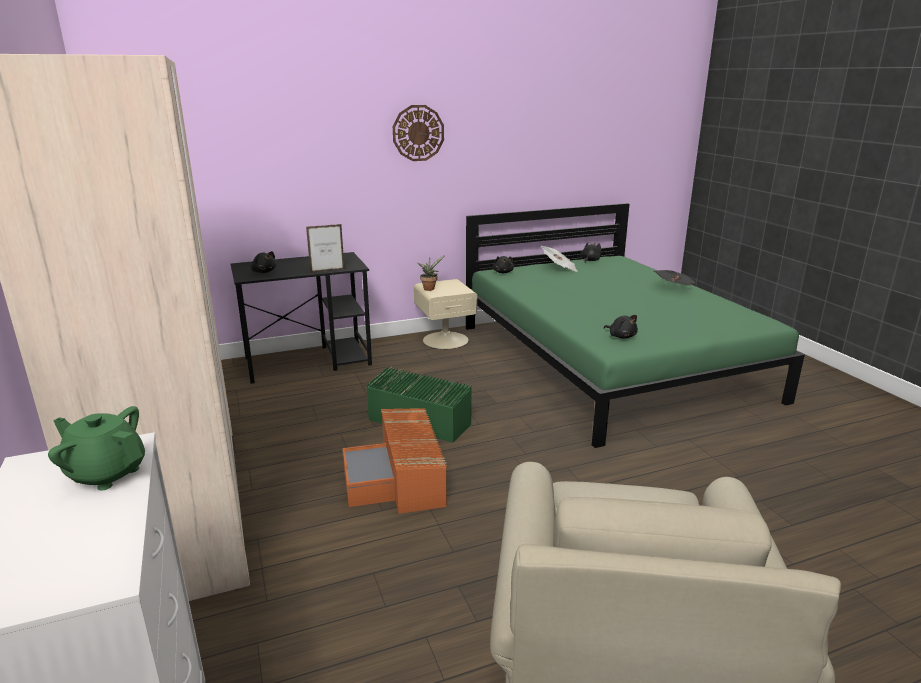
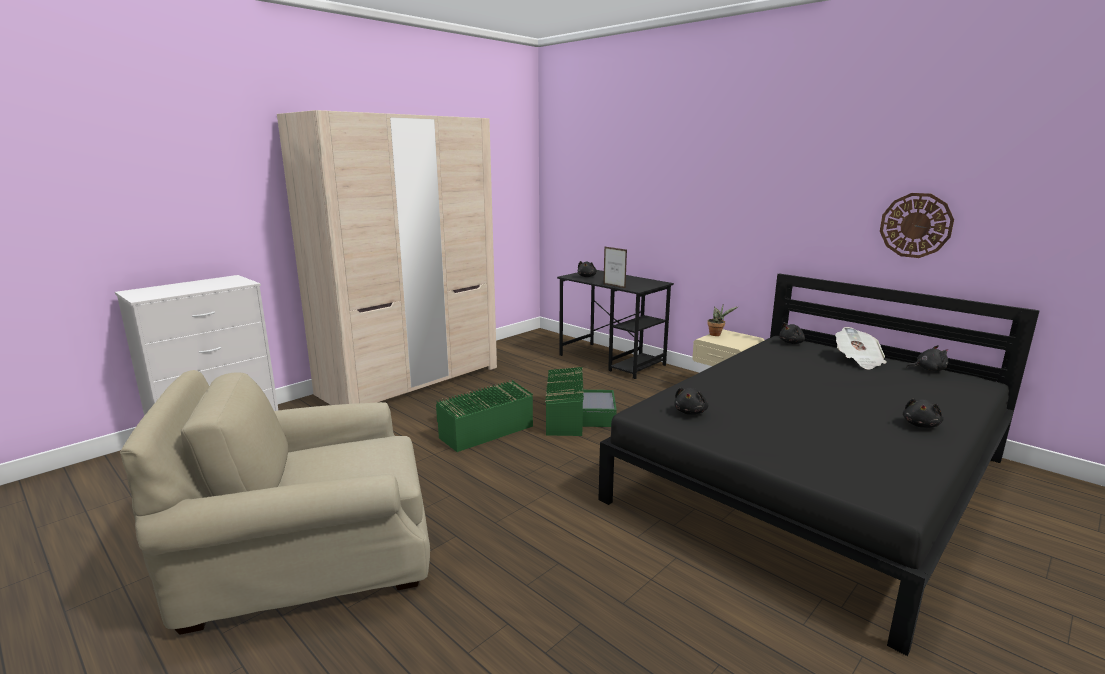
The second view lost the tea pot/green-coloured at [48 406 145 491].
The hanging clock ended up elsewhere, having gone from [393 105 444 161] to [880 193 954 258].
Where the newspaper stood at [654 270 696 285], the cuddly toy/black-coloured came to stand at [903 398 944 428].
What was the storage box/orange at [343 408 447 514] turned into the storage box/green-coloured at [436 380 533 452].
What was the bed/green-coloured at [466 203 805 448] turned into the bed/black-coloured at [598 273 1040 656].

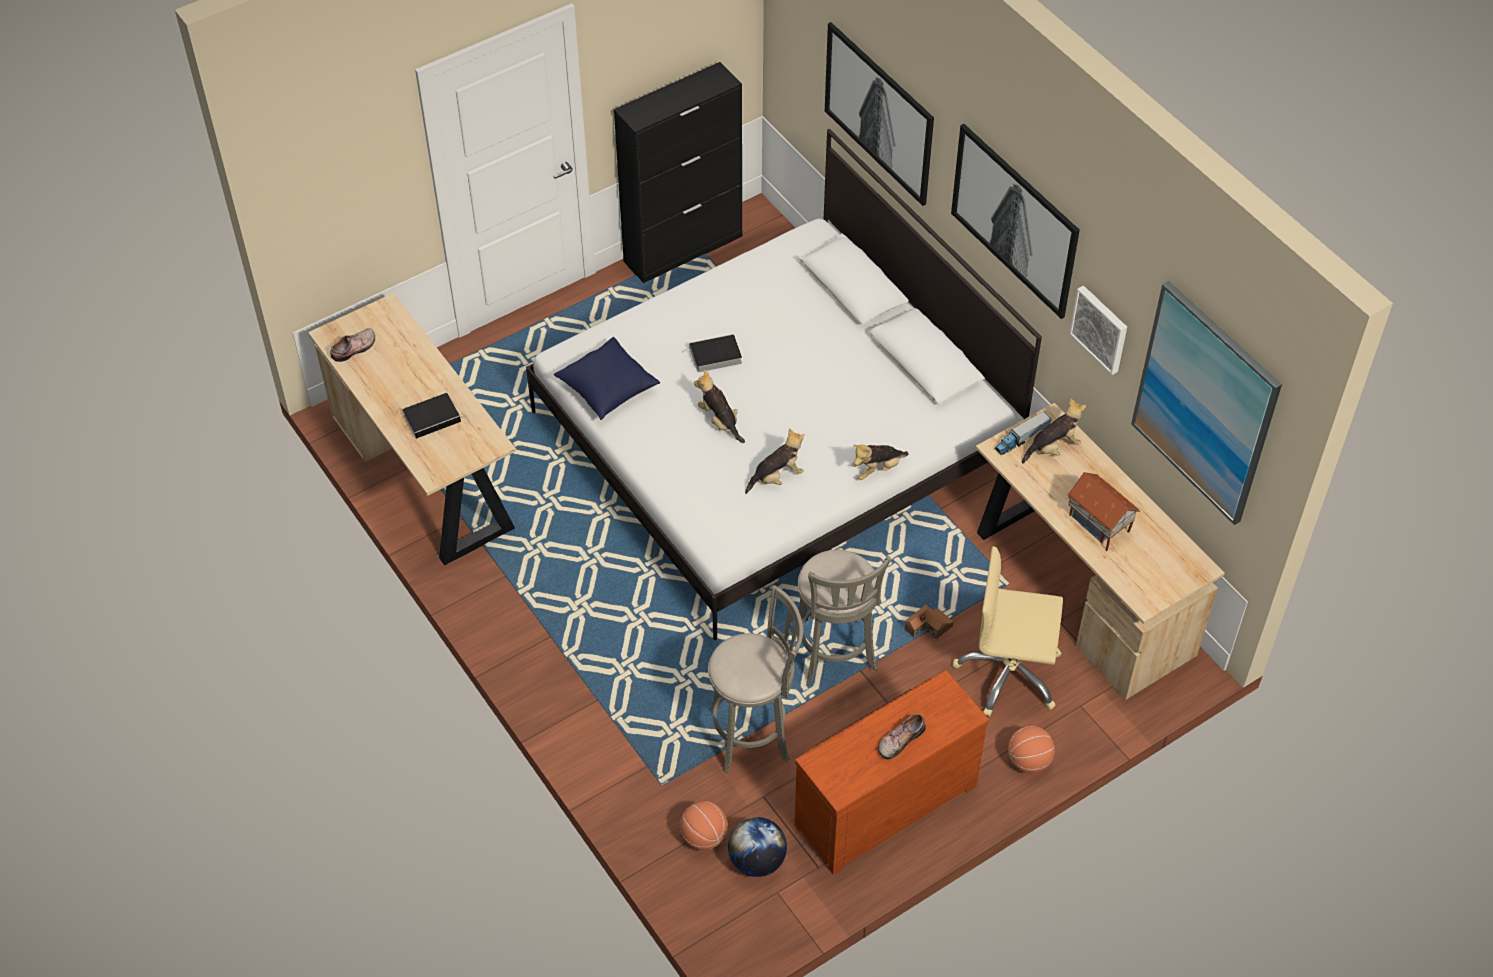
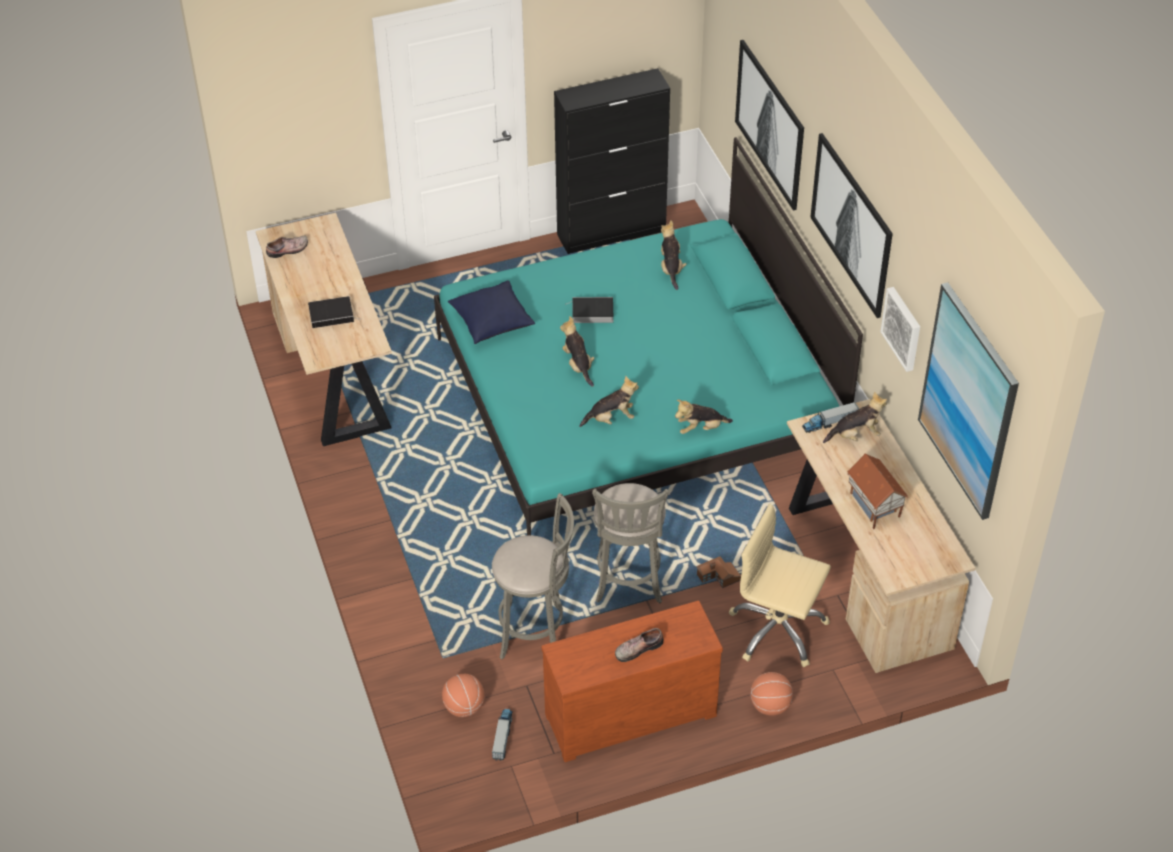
The second view gained the cuddly toy at [661 220 687 290].
Where the globe stood at [728 817 787 877], the toy truck came to stand at [492 709 513 761].
What was the bed/white at [526 129 1042 640] turned into the bed/blue-green at [434 137 863 535].

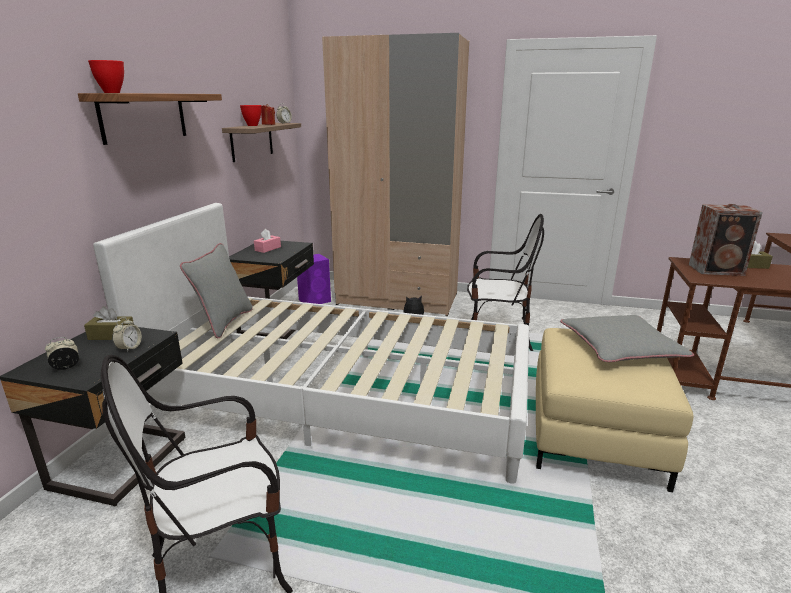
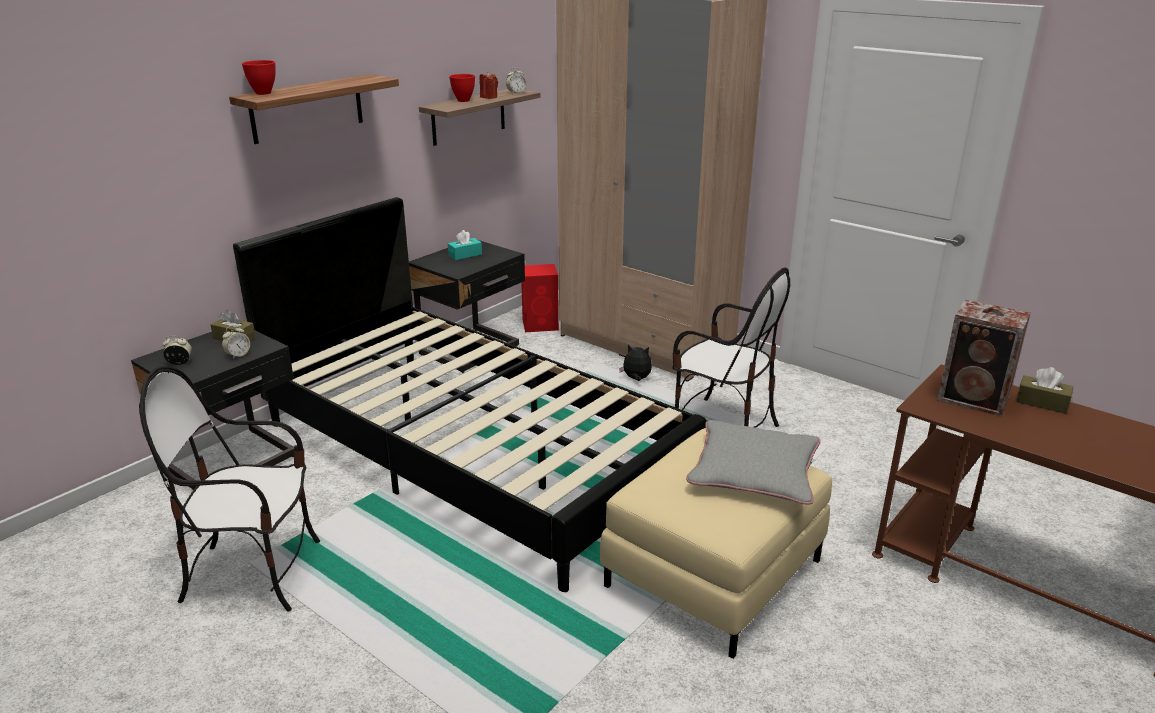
The second view lost the pillow/greyish at [180 243 253 338].
What was the bed/white at [93 203 529 484] turned into the bed/black-coloured at [233 197 706 592].
What was the box of tissues/pink at [254 229 281 253] turned into the box of tissues/blue-green at [448 230 482 260].
What was the speaker/purple-coloured at [297 254 331 304] turned into the speaker/red-coloured at [521 264 559 332].

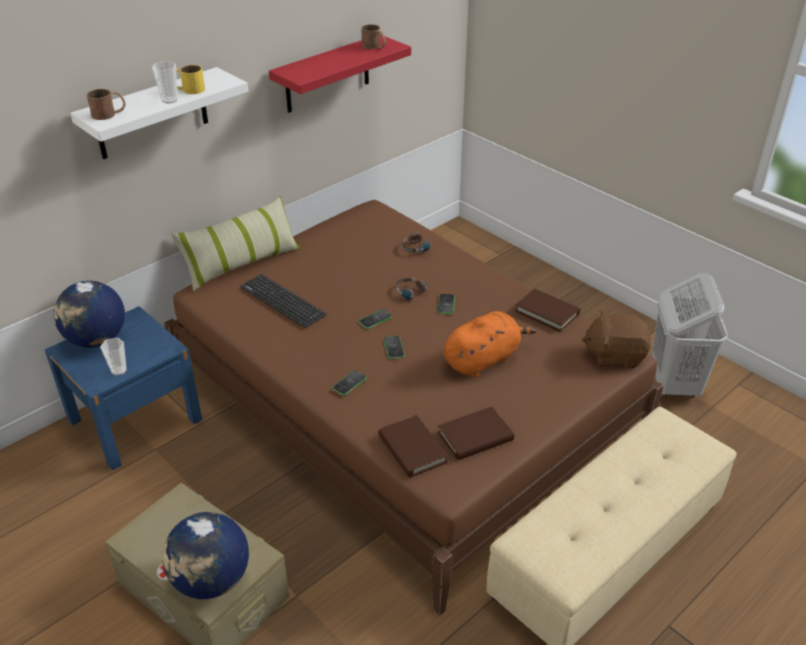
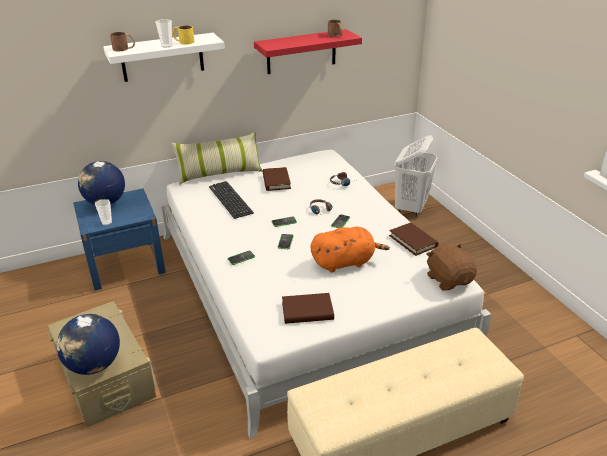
The book/brownish ended up elsewhere, having gone from [378 415 448 478] to [262 167 291 191].
The washing basket/white ended up elsewhere, having gone from [652 273 728 397] to [394 135 437 215].
What was the bed/brownish at [164 200 664 615] turned into the bed/white at [160 150 491 439].
The cuddly toy/brownish at [582 310 650 369] ended up facing another way, 45 degrees clockwise from before.

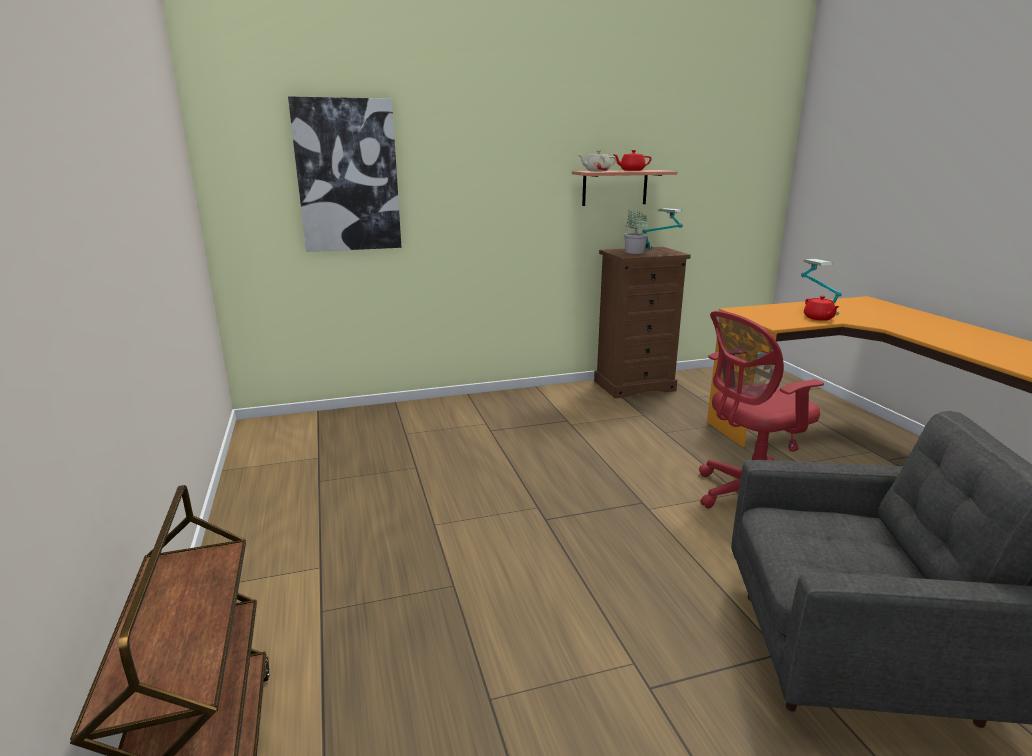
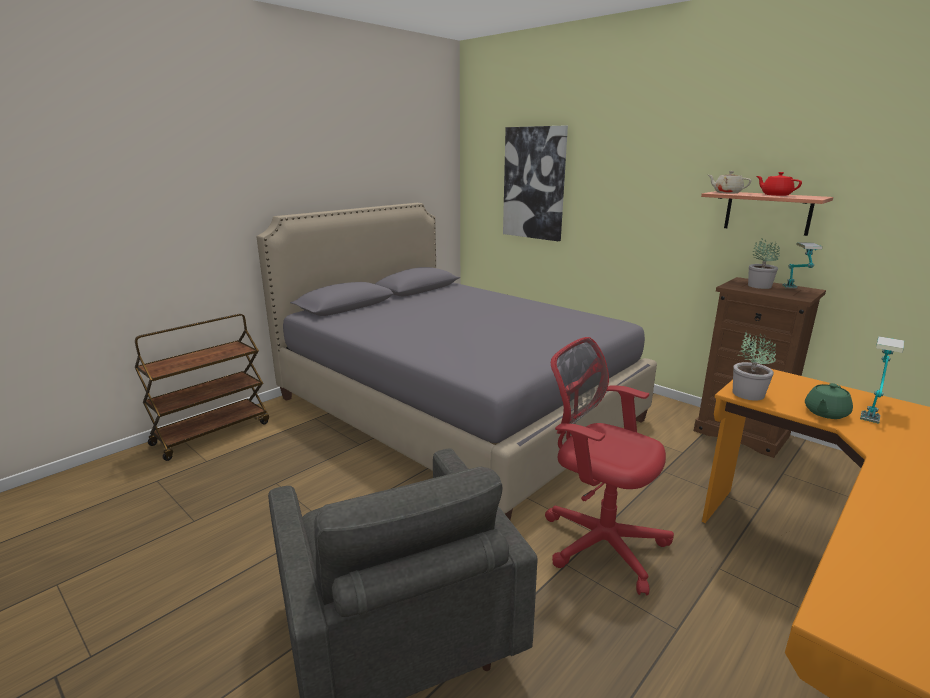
The second view gained the bed/greyish at [257 203 657 520].
The second view gained the houseplant at [733 332 776 400].
What was the tea pot/red-coloured at [804 296 840 321] turned into the tea pot/green-coloured at [805 383 853 419].

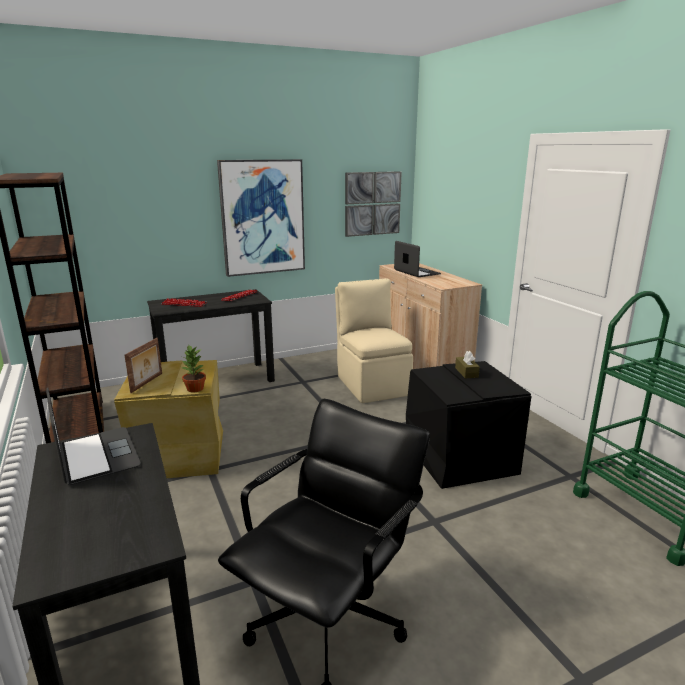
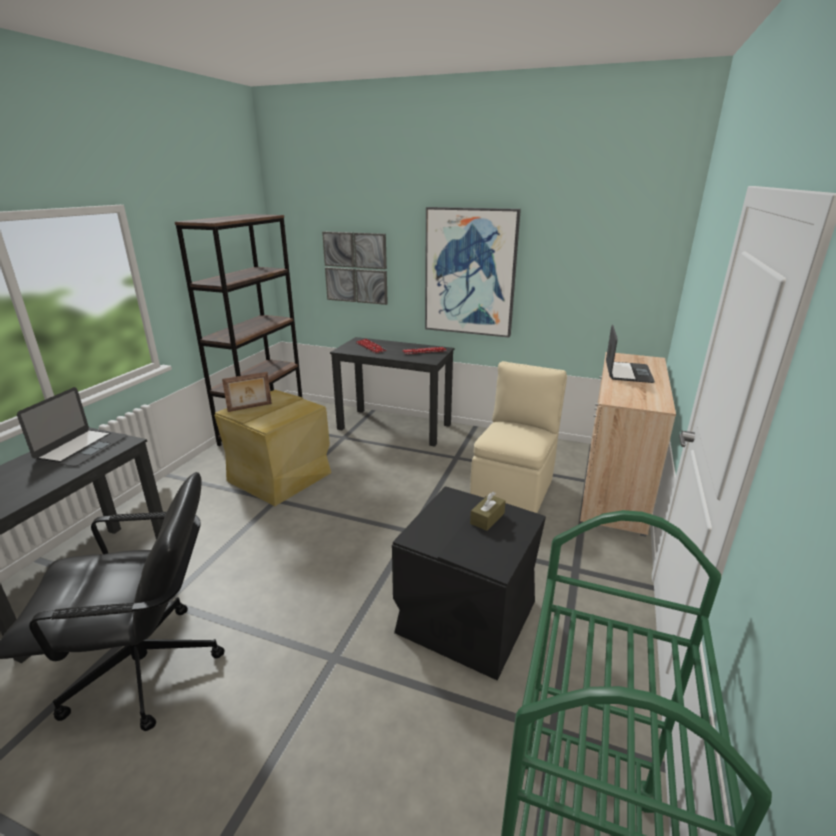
The second view lost the houseplant at [181 344 206 392].
The picture ended up elsewhere, having gone from [345 171 402 237] to [322 231 388 305].

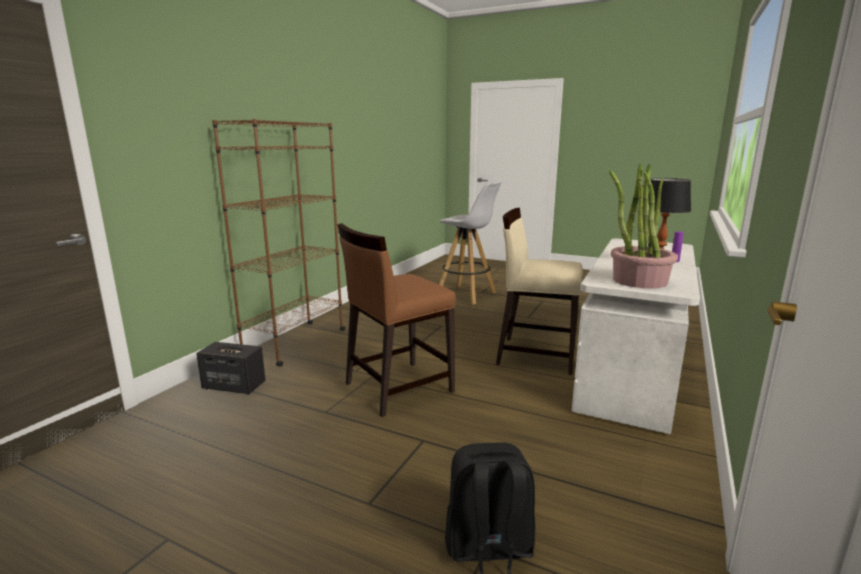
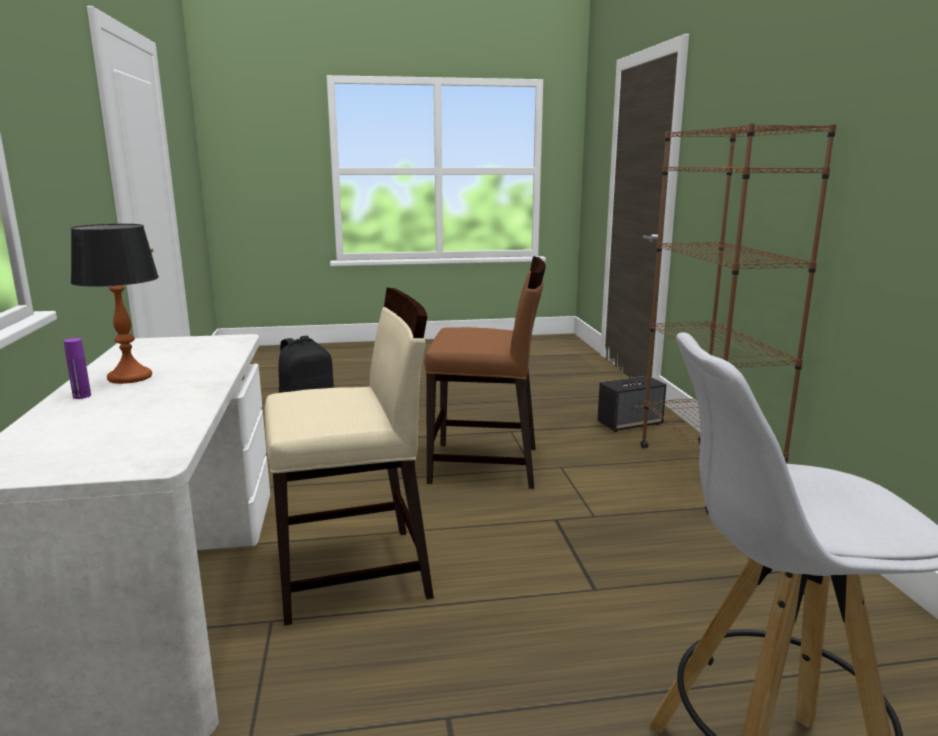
The second view lost the houseplant at [609 164 678 289].
The plain chair/brownish at [337 223 456 417] ended up facing another way, 75 degrees clockwise from before.

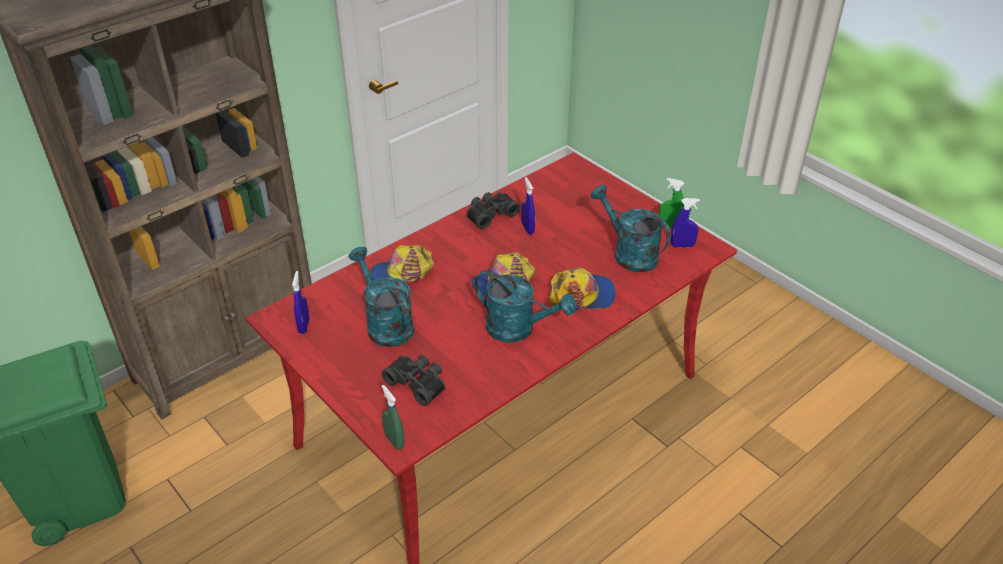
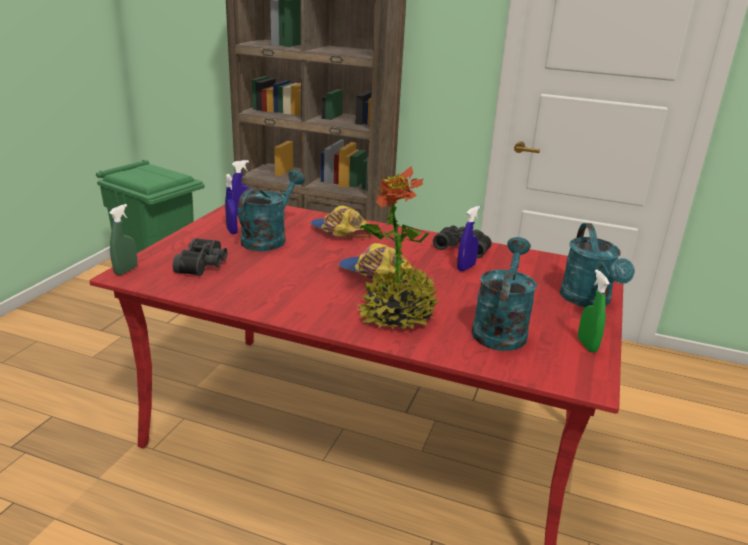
The watering can/blue-green ended up elsewhere, having gone from [474 270 576 343] to [560 223 635 307].
The hand sprayer/blue ended up elsewhere, having gone from [671 198 700 248] to [225 174 238 234].
Where the baseball cap stood at [549 268 616 311], the houseplant came to stand at [356 166 439 330].

